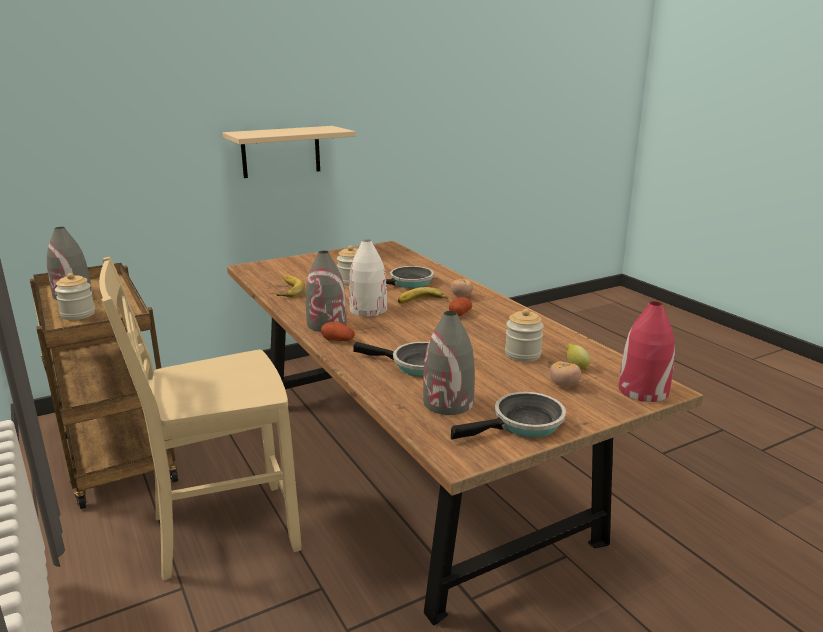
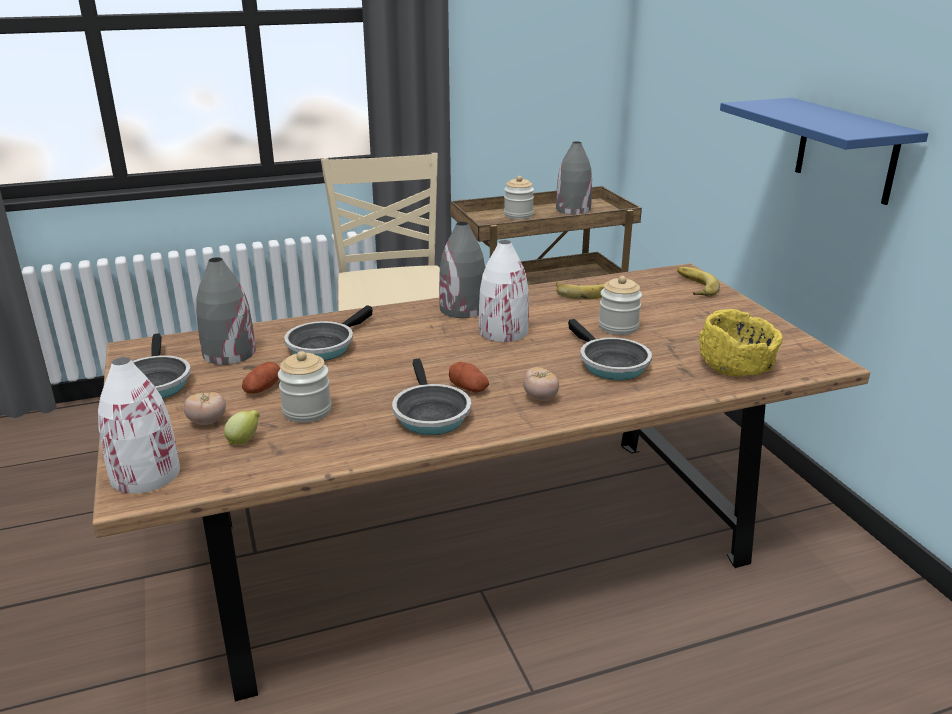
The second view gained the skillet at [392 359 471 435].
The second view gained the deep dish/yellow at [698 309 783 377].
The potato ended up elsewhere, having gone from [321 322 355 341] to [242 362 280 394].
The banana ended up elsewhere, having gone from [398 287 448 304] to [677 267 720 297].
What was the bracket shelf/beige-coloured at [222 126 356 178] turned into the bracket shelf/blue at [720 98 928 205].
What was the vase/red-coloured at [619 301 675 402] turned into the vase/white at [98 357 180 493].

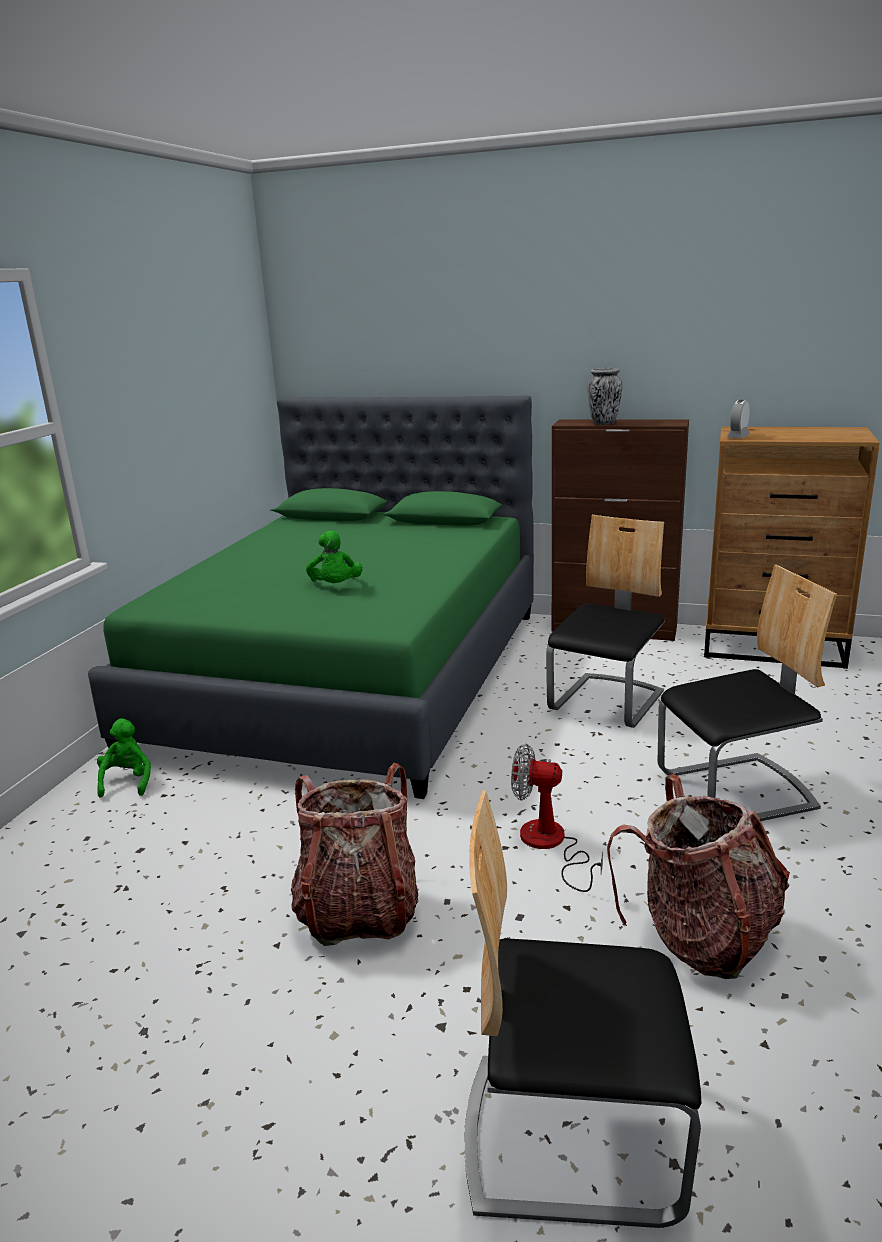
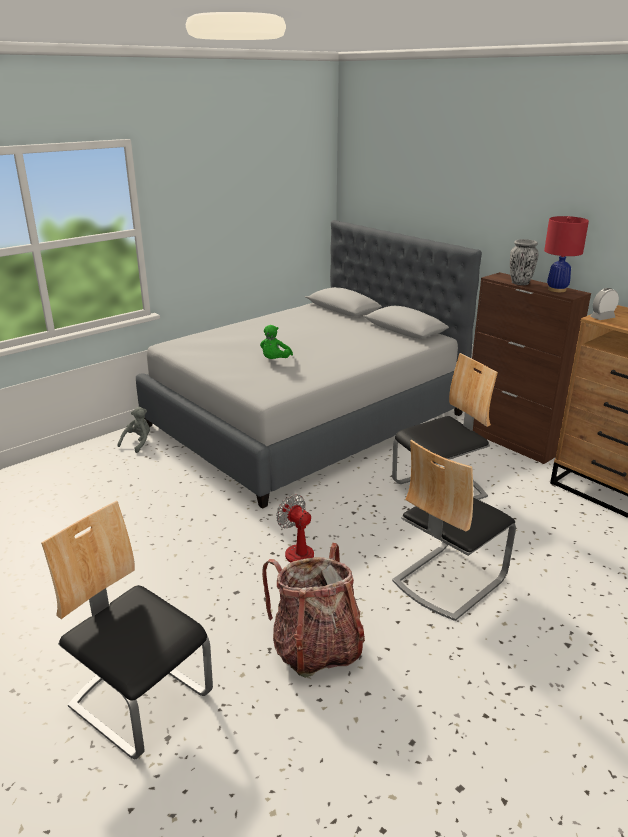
The second view lost the knapsack at [291 763 418 946].
The second view gained the table lamp/red-coloured at [544 216 589 292].
What was the bed/green-coloured at [88 396 534 799] turned into the bed/greyish at [136 220 482 509].
What was the cuddly toy/green-coloured at [97 719 151 798] turned into the cuddly toy/greyish at [117 407 150 453].
The plain chair at [658 565 837 821] ended up facing another way, 120 degrees clockwise from before.

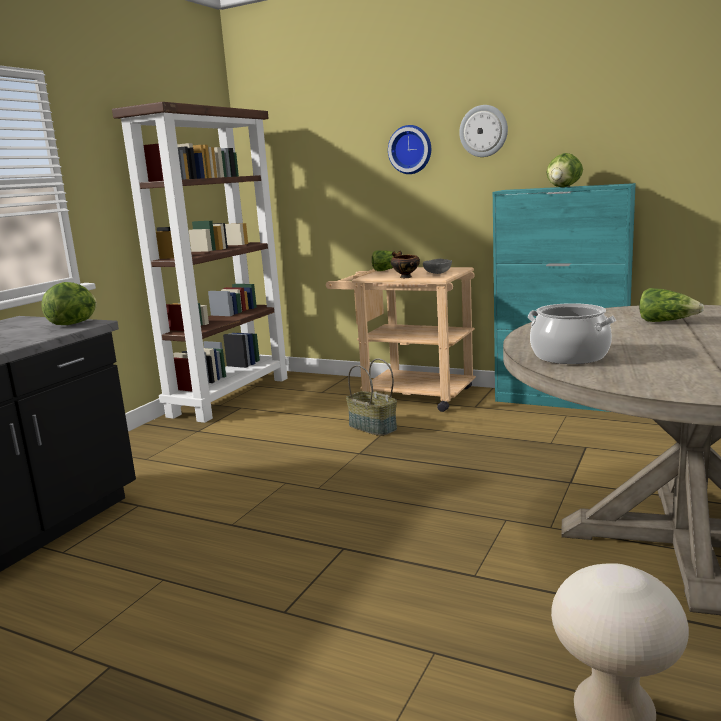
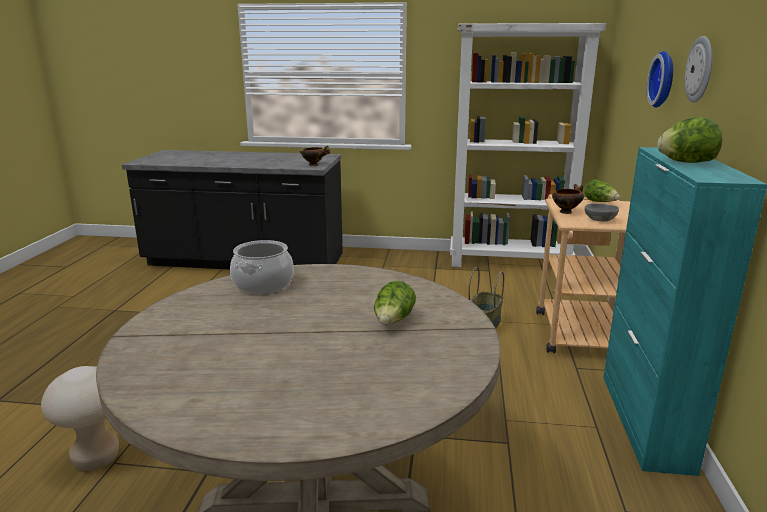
Where the lettuce head stood at [41 282 97 325], the deep dish came to stand at [300 146 330 166].
What was the shelving unit/brownish at [112 102 289 423] turned into the shelving unit/white at [450 23 606 267].

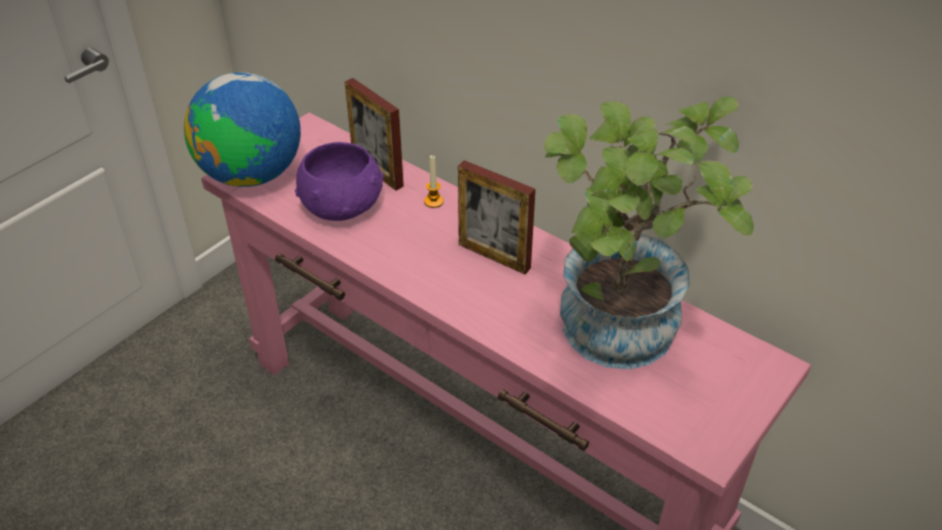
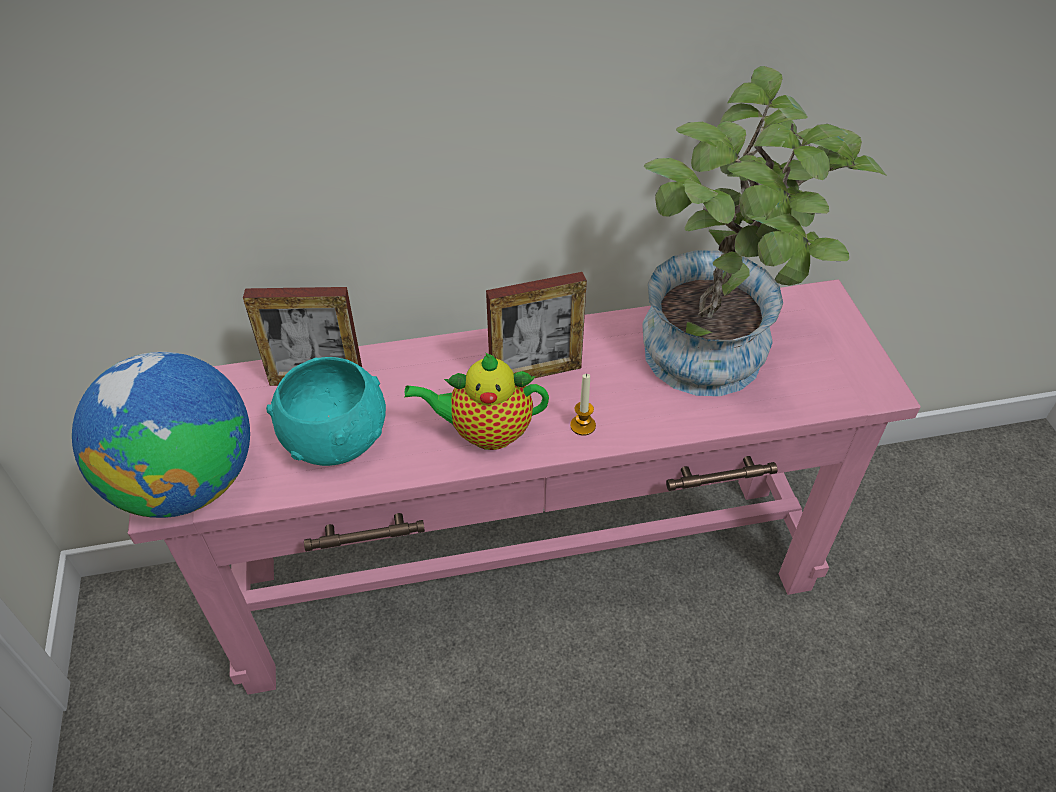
The second view gained the tea pot at [405 353 549 450].
The wax light ended up elsewhere, having gone from [424 155 444 208] to [570 374 596 436].
What was the deep dish/purple-coloured at [295 142 384 221] turned into the deep dish/blue-green at [266 357 386 466].

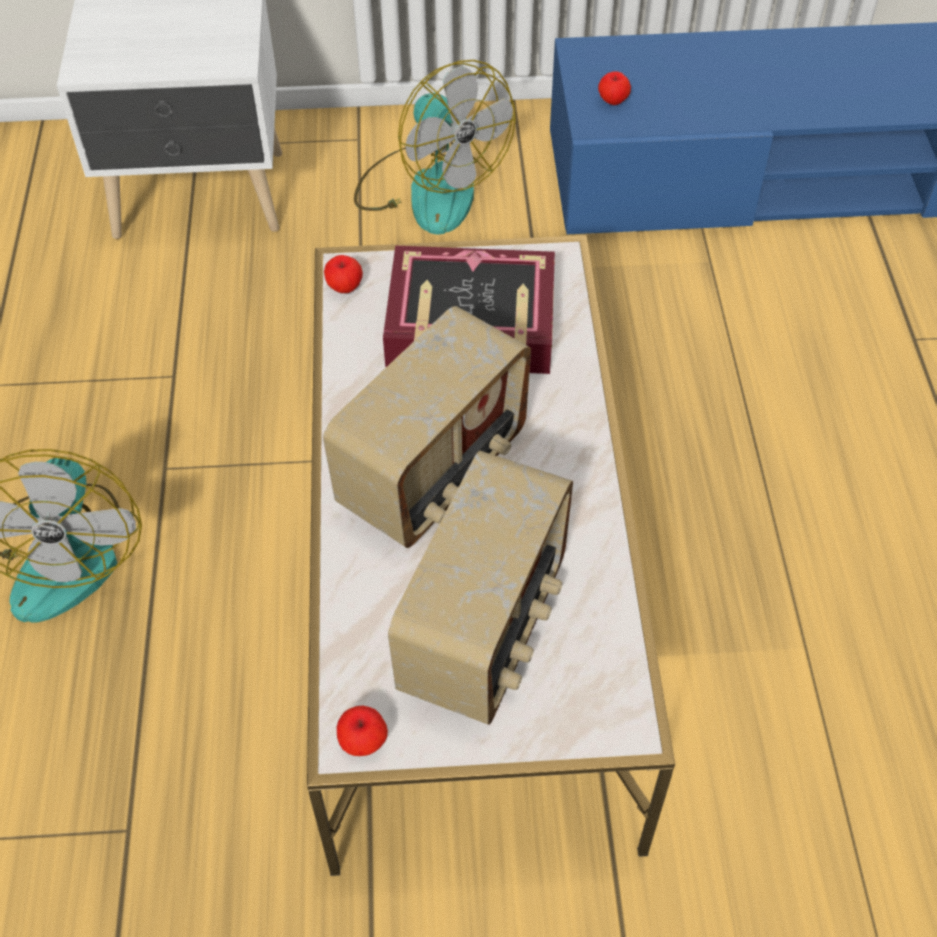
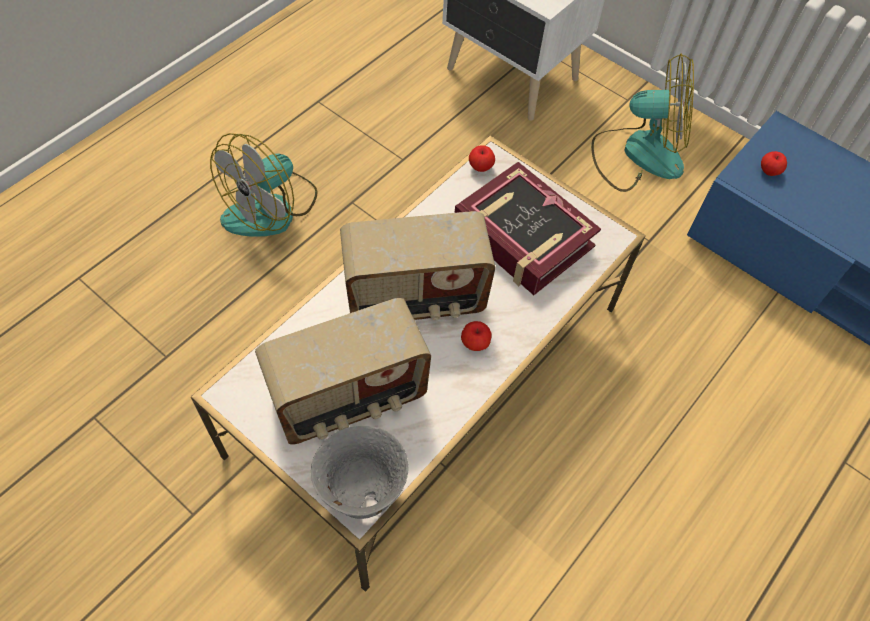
The second view gained the deep dish/greyish at [311 426 408 519].
The whole apple ended up elsewhere, having gone from [337 706 388 756] to [461 321 492 351].
The electric fan at [354 60 516 234] ended up facing another way, 90 degrees counterclockwise from before.

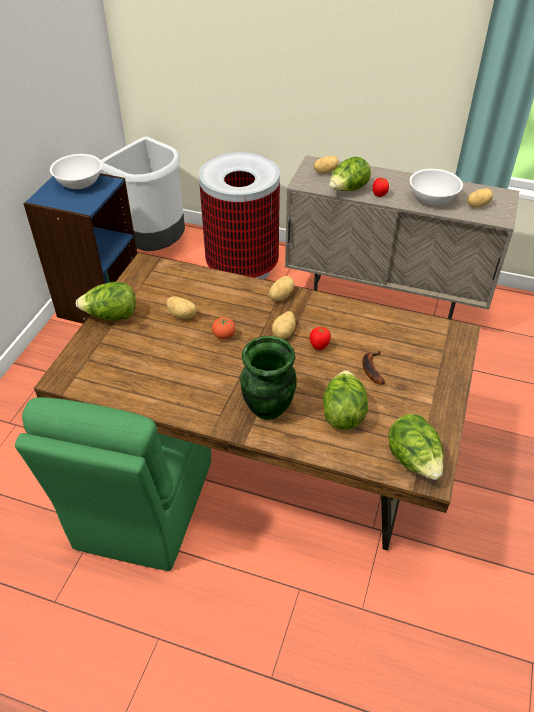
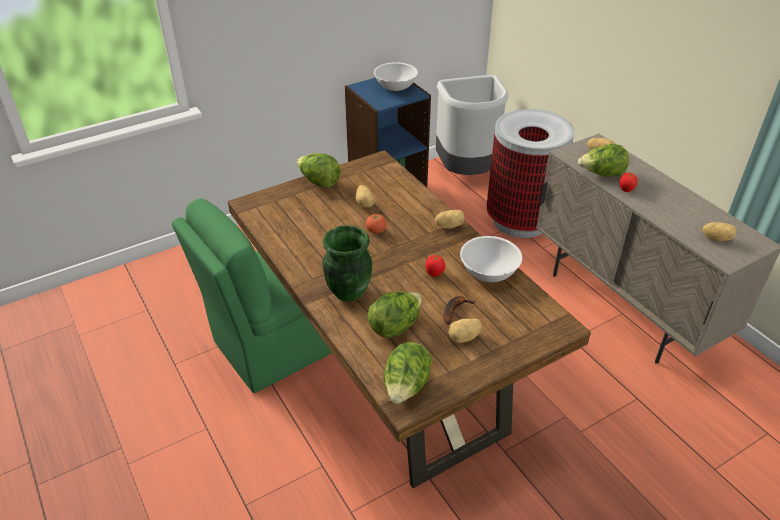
The potato ended up elsewhere, having gone from [272 311 296 339] to [448 319 482 343].
The deep dish/white ended up elsewhere, having gone from [410 169 463 205] to [460 236 522 282].

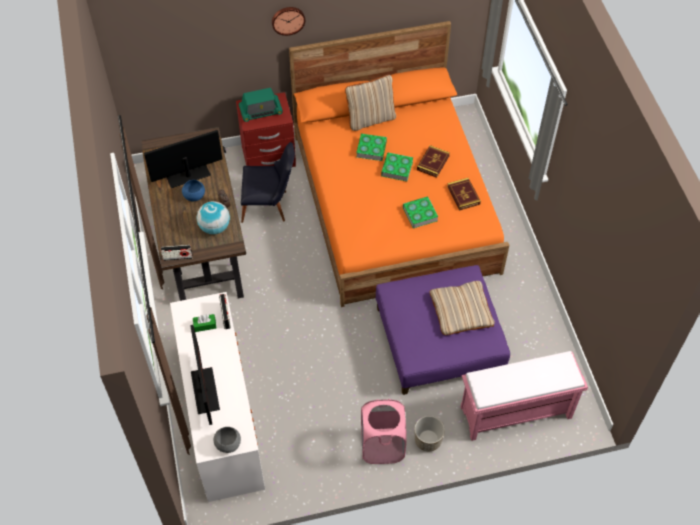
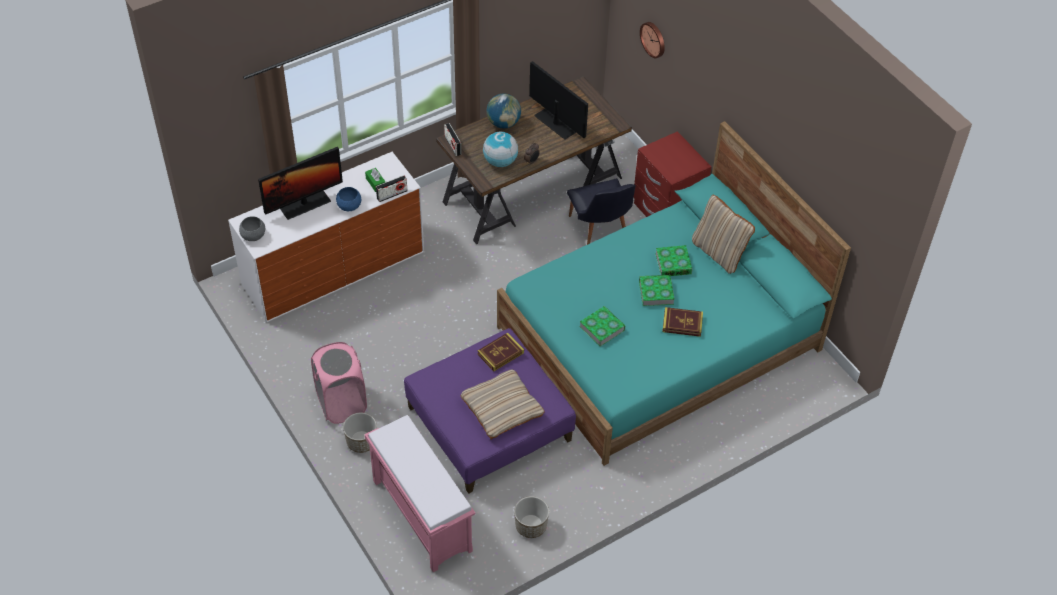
The second view lost the radio set at [238 88 283 122].
The second view gained the globe at [487 93 521 128].
The second view gained the flower pot at [514 496 549 538].
The deep dish/blue ended up elsewhere, having gone from [182 180 205 201] to [336 187 361 211].
The hanging clock ended up elsewhere, having gone from [272 7 305 36] to [640 22 665 58].
The book ended up elsewhere, having gone from [447 178 481 211] to [477 333 524 372].
What was the bed/orange at [289 21 509 307] turned into the bed/blue-green at [497 121 851 466].

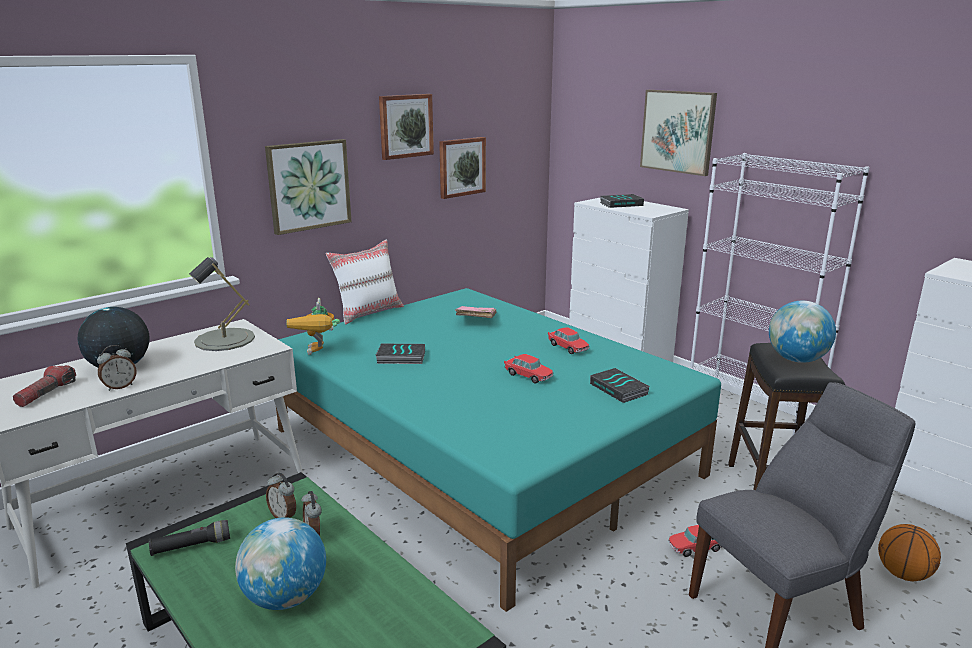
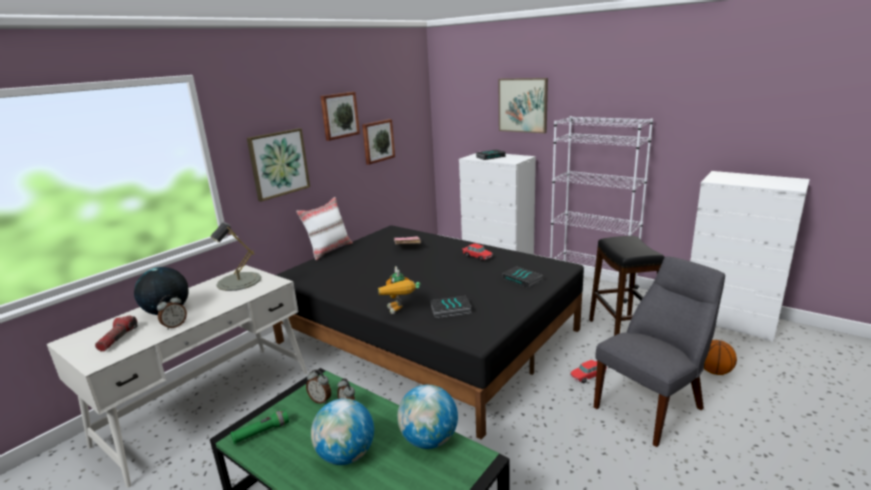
The second view lost the toy car at [504 354 553 384].
The model robot ended up elsewhere, having gone from [286 298 340 355] to [378 266 420 314].
The book ended up elsewhere, having gone from [375 344 425 364] to [430 296 472 318].
The globe ended up elsewhere, having gone from [769 301 836 363] to [397 385 458 449].
What was the hand torch/black-coloured at [149 520 230 556] turned into the hand torch/green-coloured at [231 409 289 445].
What was the bed/blue-green at [276 288 721 612] turned into the bed/black-coloured at [273 225 584 440].

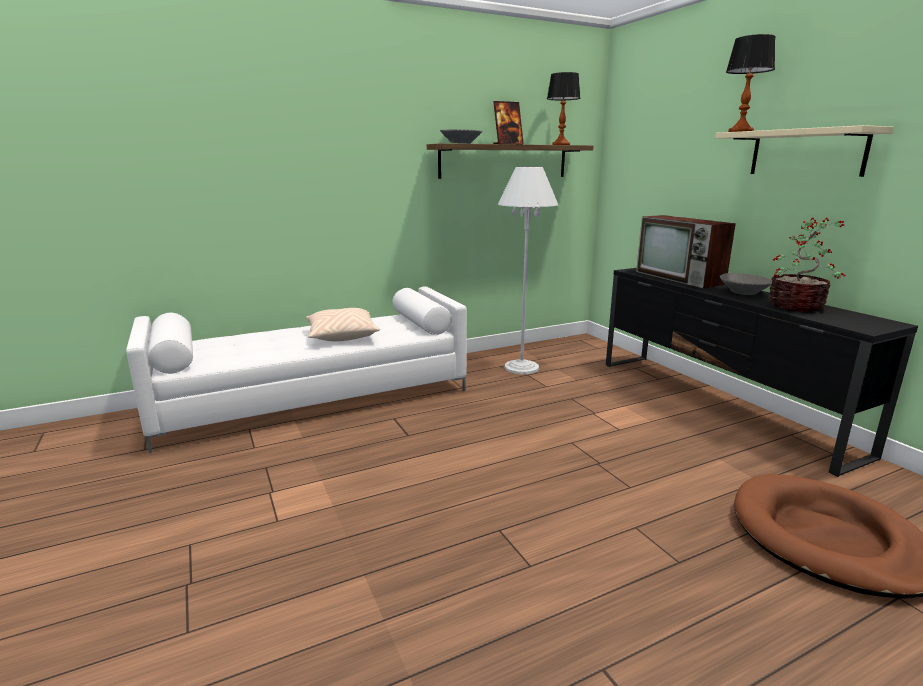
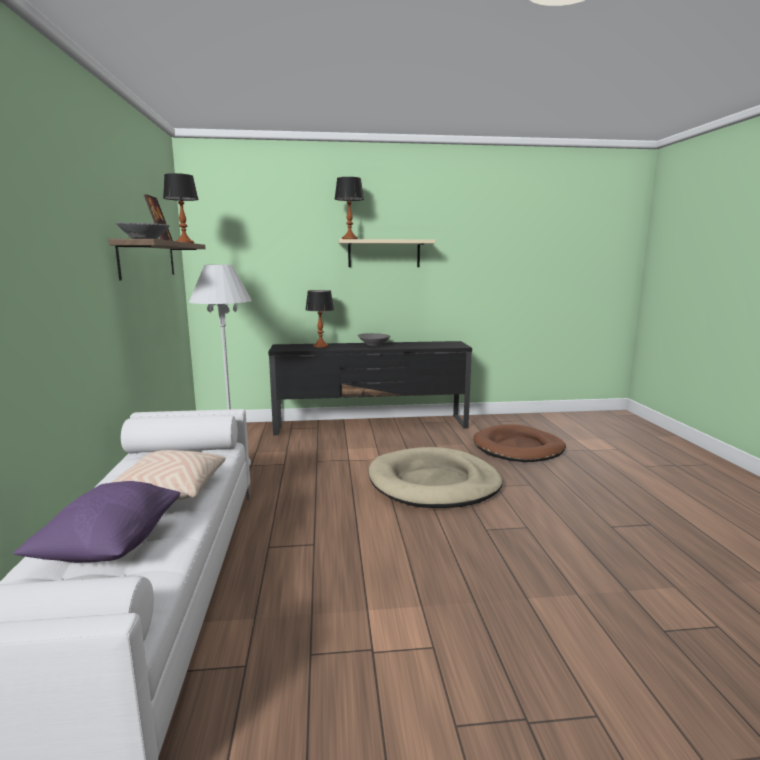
The second view lost the houseplant at [769 217 845 312].
The second view gained the pillow/purple-coloured at [13 481 180 563].
The second view gained the pet bed/beige-coloured at [369 447 502 508].
Where the TV set stood at [636 215 736 288], the table lamp came to stand at [306 290 334 348].

